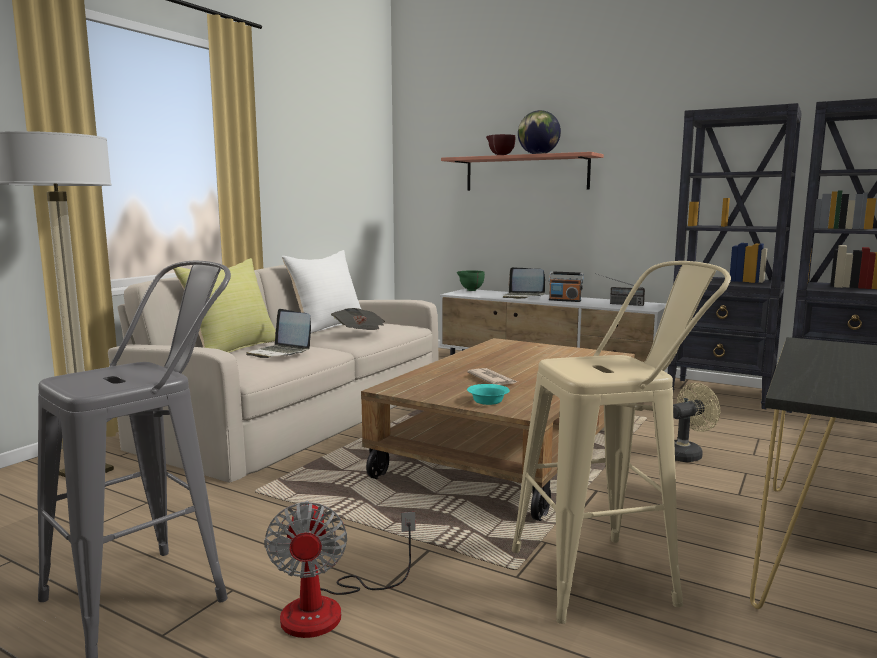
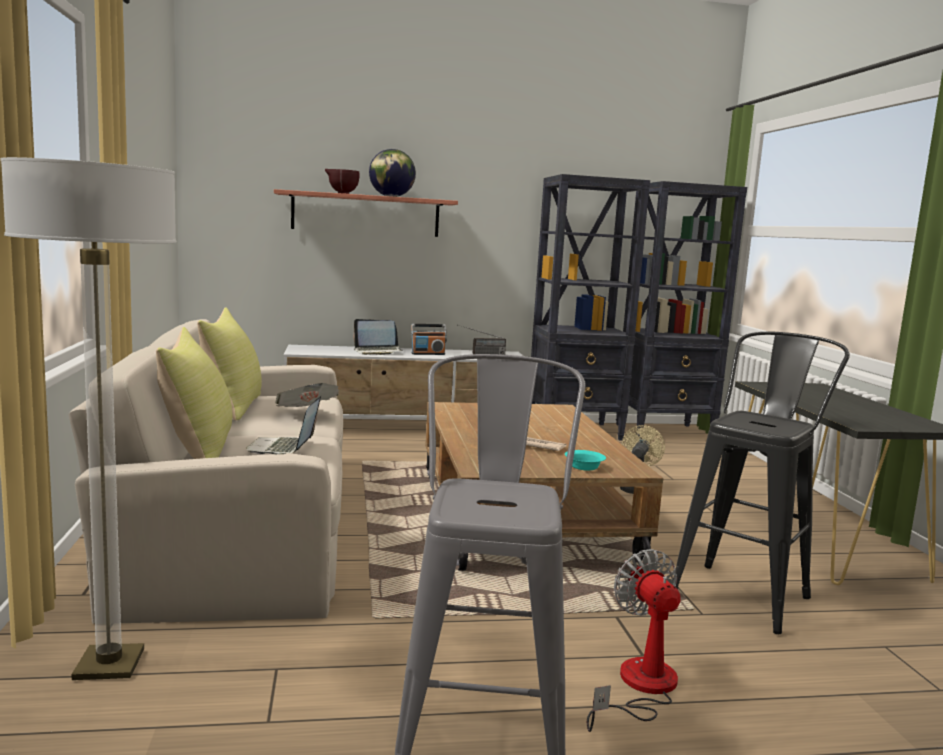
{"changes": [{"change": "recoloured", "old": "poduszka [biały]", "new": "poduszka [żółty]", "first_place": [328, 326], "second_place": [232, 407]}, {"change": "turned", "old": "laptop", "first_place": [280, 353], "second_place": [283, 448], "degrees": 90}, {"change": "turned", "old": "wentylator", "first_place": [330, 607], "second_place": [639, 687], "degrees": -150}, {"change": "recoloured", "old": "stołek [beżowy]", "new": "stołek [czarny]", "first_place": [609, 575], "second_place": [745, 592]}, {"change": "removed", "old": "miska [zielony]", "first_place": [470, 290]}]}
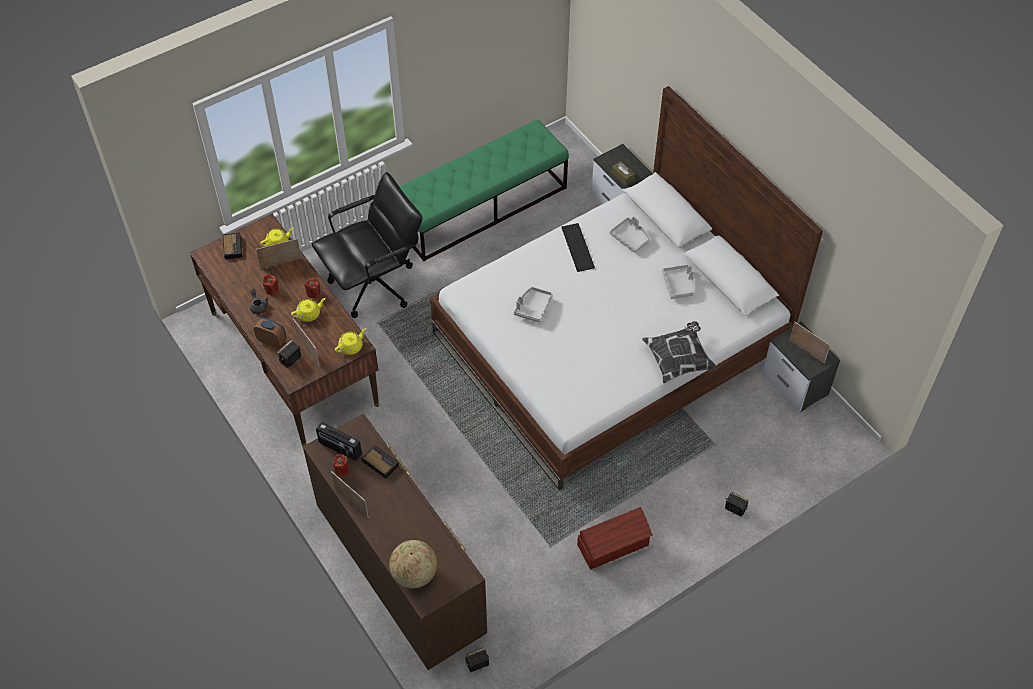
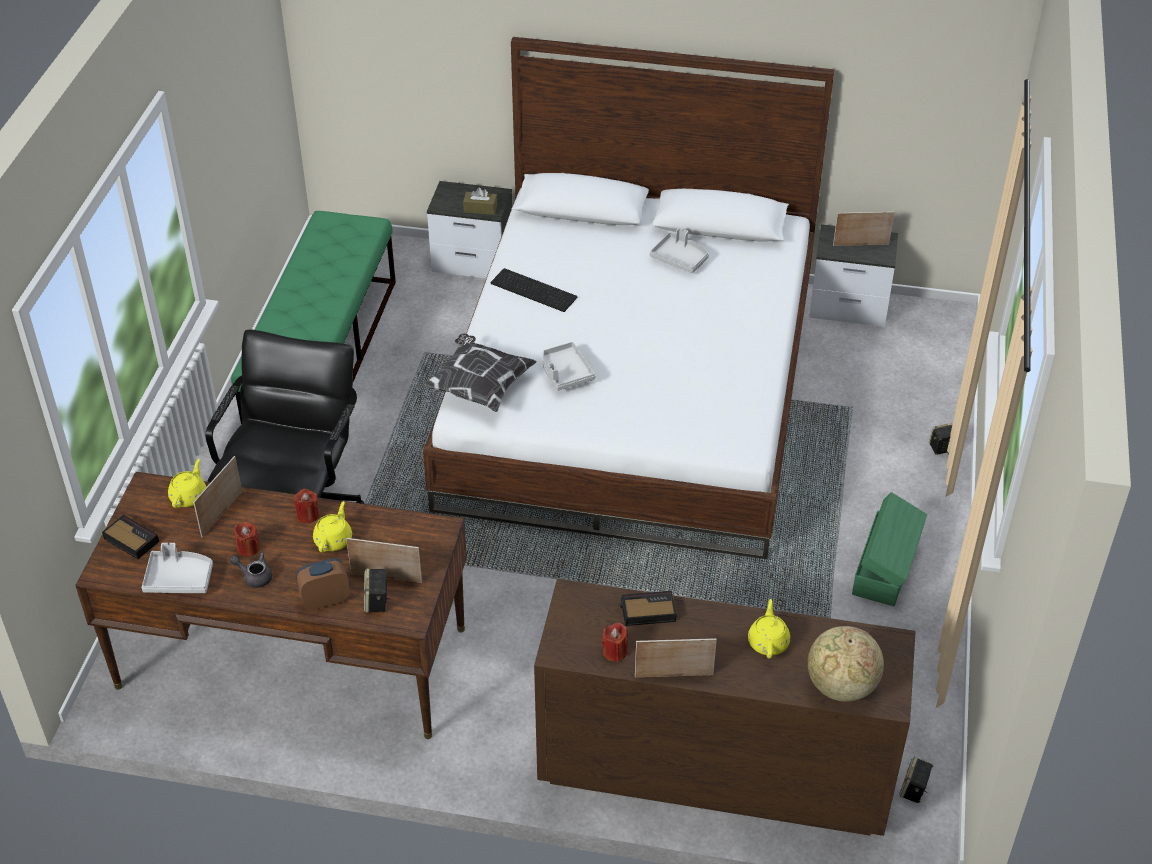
{"changes": [{"change": "moved", "old": "taca [szary]", "first_place": [630, 238], "second_place": [179, 578]}, {"change": "moved", "old": "poduszka", "first_place": [679, 360], "second_place": [479, 387]}, {"change": "moved", "old": "imbryk [żółty]", "first_place": [351, 347], "second_place": [768, 642]}, {"change": "recoloured", "old": "pojemnik do przechowywania [brązowy]", "new": "pojemnik do przechowywania [zielony]", "first_place": [614, 546], "second_place": [885, 567]}, {"change": "removed", "old": "radio", "first_place": [340, 449]}]}
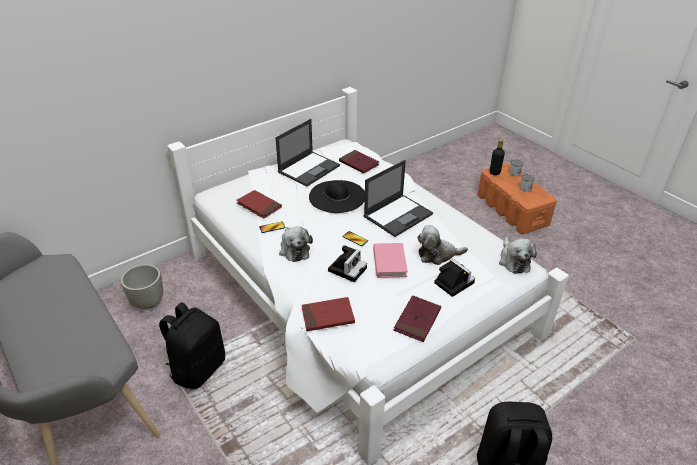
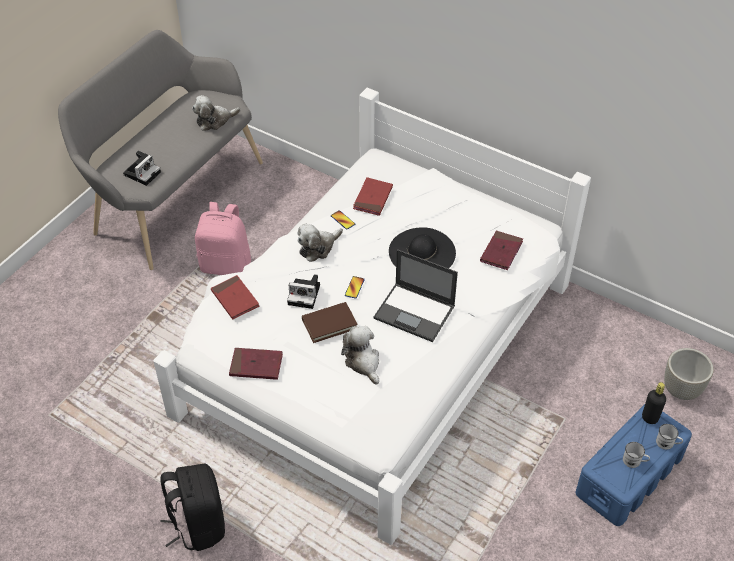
{"changes": [{"change": "moved", "old": "aparat fotograficzny", "first_place": [452, 282], "second_place": [142, 172]}, {"change": "moved", "old": "pluszak", "first_place": [513, 261], "second_place": [214, 121]}, {"change": "recoloured", "old": "plecak [czarny]", "new": "plecak [różowy]", "first_place": [198, 368], "second_place": [226, 264]}, {"change": "recoloured", "old": "książka [różowy]", "new": "książka [brązowy]", "first_place": [389, 262], "second_place": [329, 324]}, {"change": "recoloured", "old": "pojemnik do przechowywania [pomarańczowy]", "new": "pojemnik do przechowywania [niebieski]", "first_place": [512, 210], "second_place": [628, 476]}, {"change": "moved", "old": "donica [szary]", "first_place": [148, 302], "second_place": [682, 389]}, {"change": "removed", "old": "laptop", "first_place": [309, 168]}]}
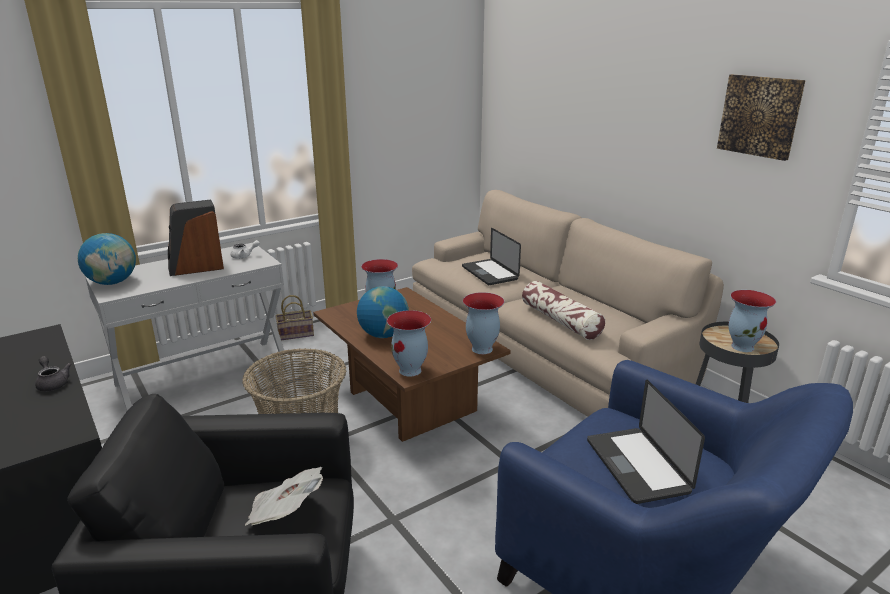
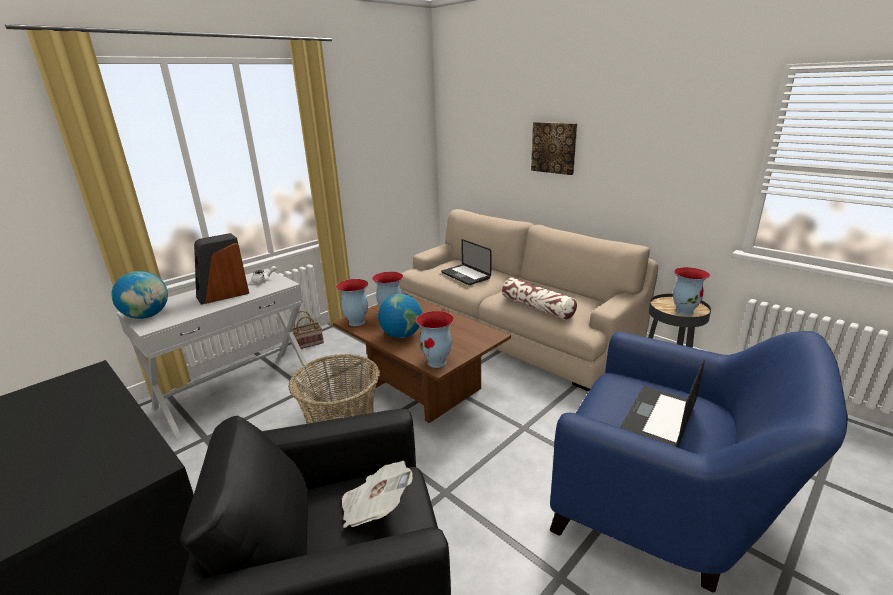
{"changes": [{"change": "moved", "old": "wazon", "first_place": [481, 349], "second_place": [356, 322]}, {"change": "moved", "old": "obraz", "first_place": [760, 116], "second_place": [554, 148]}, {"change": "turned", "old": "laptop", "first_place": [637, 466], "second_place": [658, 418], "degrees": 60}, {"change": "removed", "old": "imbryk [szary]", "first_place": [53, 383]}]}
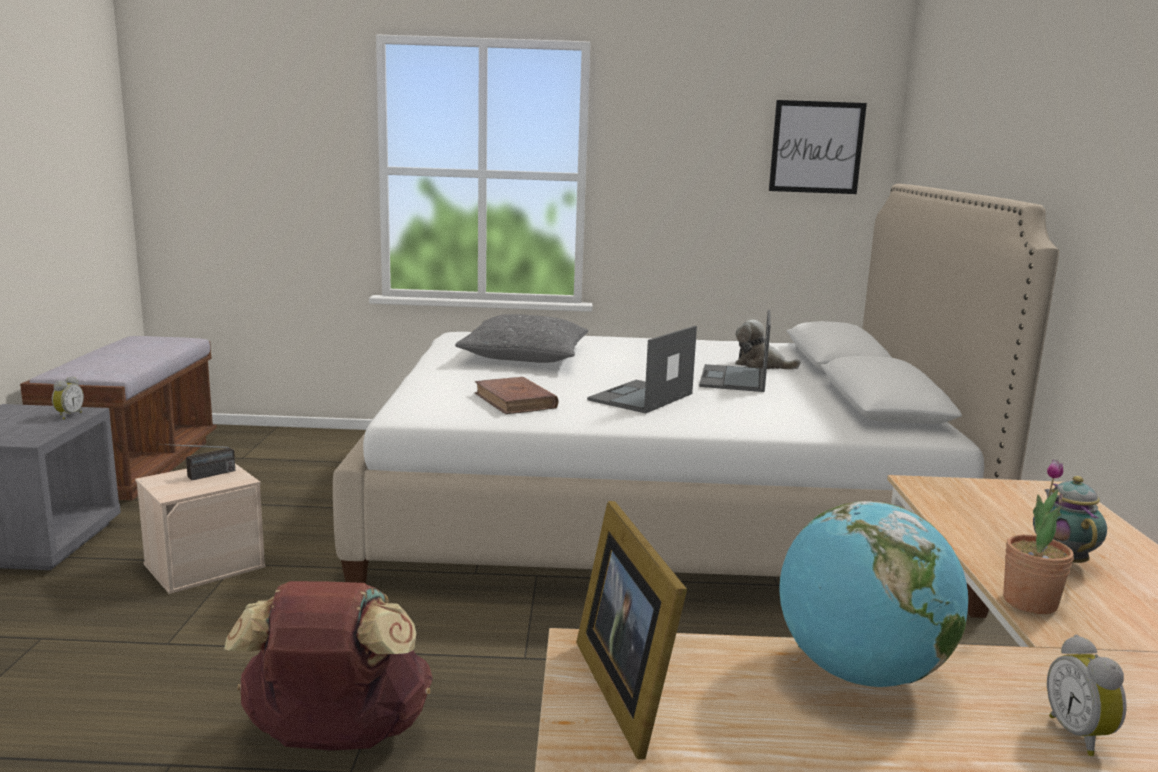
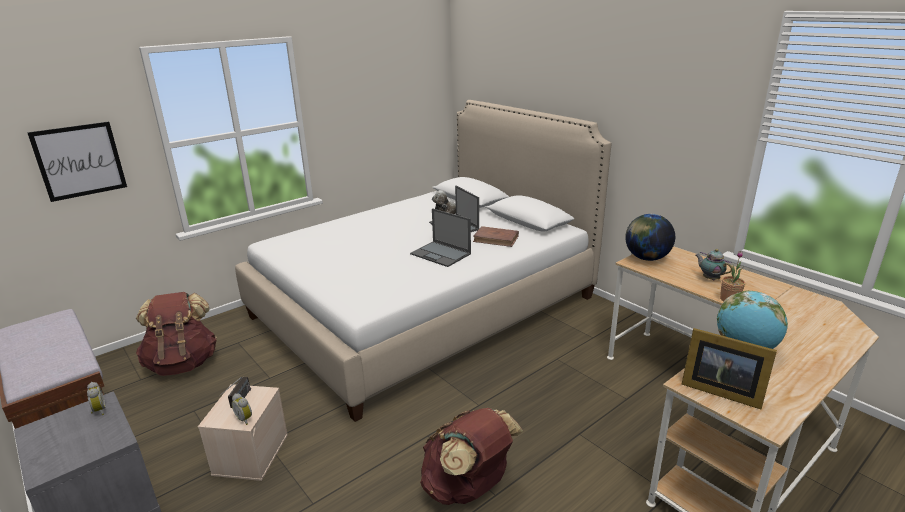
{"changes": [{"change": "moved", "old": "obraz", "first_place": [816, 147], "second_place": [79, 161]}, {"change": "added", "new": "plecak [brązowy]", "second_place": [183, 363]}, {"change": "moved", "old": "budzik", "first_place": [1081, 736], "second_place": [245, 419]}, {"change": "turned", "old": "laptop", "first_place": [640, 397], "second_place": [441, 254], "degrees": -45}, {"change": "moved", "old": "książka [brązowy]", "first_place": [515, 401], "second_place": [496, 239]}, {"change": "added", "new": "globus", "second_place": [646, 258]}, {"change": "removed", "old": "poduszka [szary]", "first_place": [525, 355]}]}
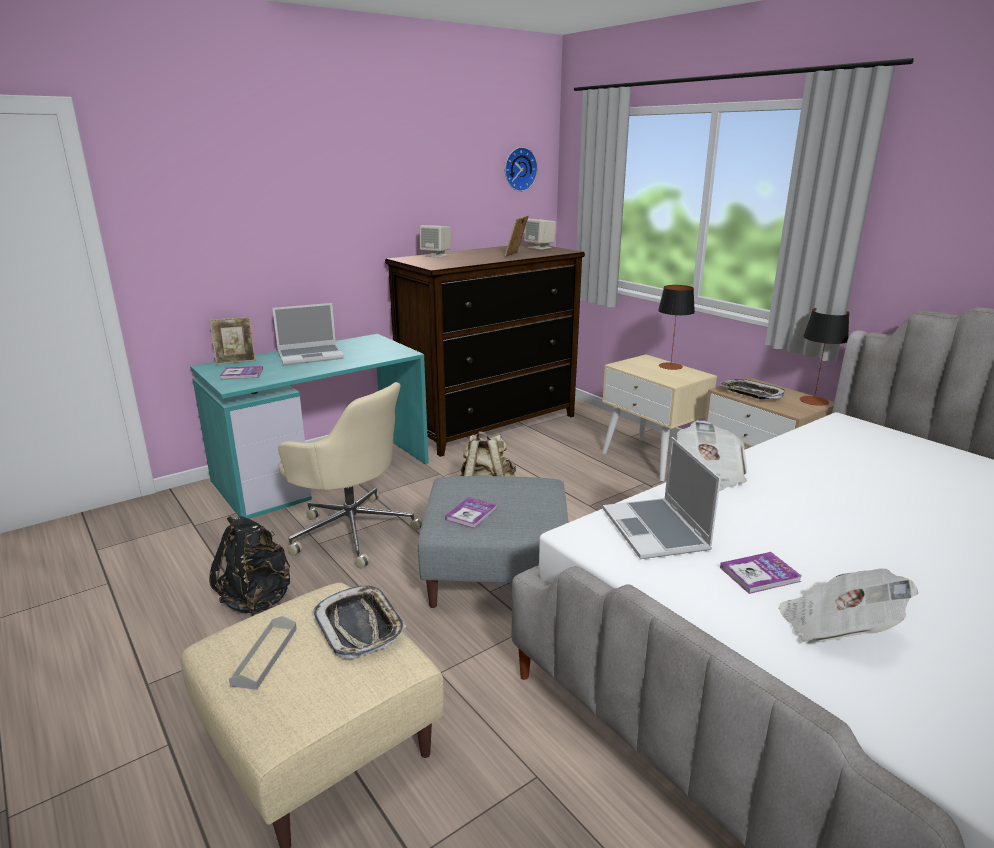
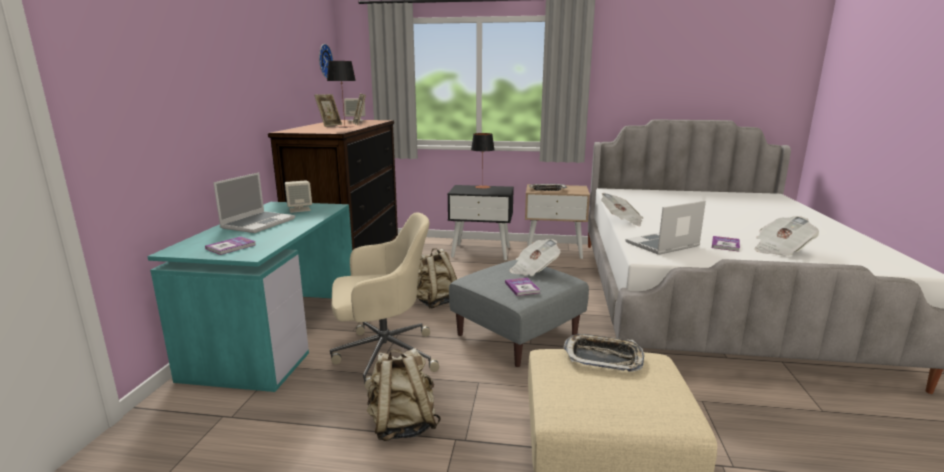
{"changes": [{"change": "moved", "old": "głośnik [beżowy]", "first_place": [436, 255], "second_place": [300, 209]}, {"change": "moved", "old": "ramka na zdjęcie", "first_place": [236, 361], "second_place": [329, 125]}, {"change": "moved", "old": "lampa stołowa", "first_place": [813, 401], "second_place": [344, 127]}, {"change": "recoloured", "old": "plecak [czarny]", "new": "plecak [beżowy]", "first_place": [258, 599], "second_place": [402, 425]}, {"change": "recoloured", "old": "szafka nocna [beżowy]", "new": "szafka nocna [czarny]", "first_place": [651, 458], "second_place": [481, 252]}, {"change": "added", "new": "gazeta", "second_place": [533, 270]}, {"change": "turned", "old": "laptop", "first_place": [656, 531], "second_place": [662, 245], "degrees": 120}, {"change": "removed", "old": "taca [szary]", "first_place": [265, 656]}]}
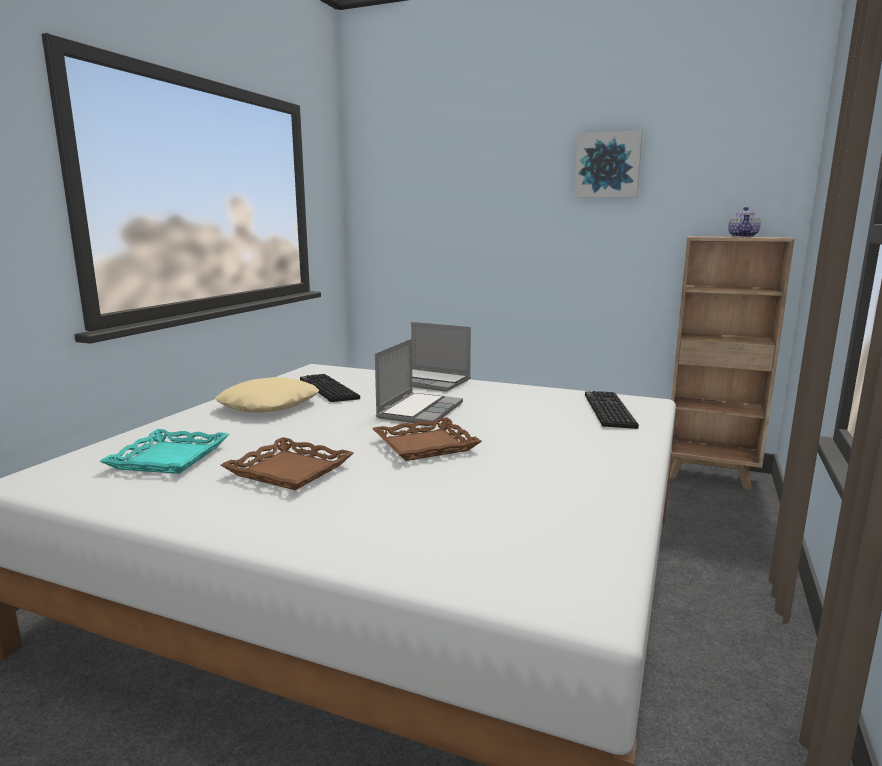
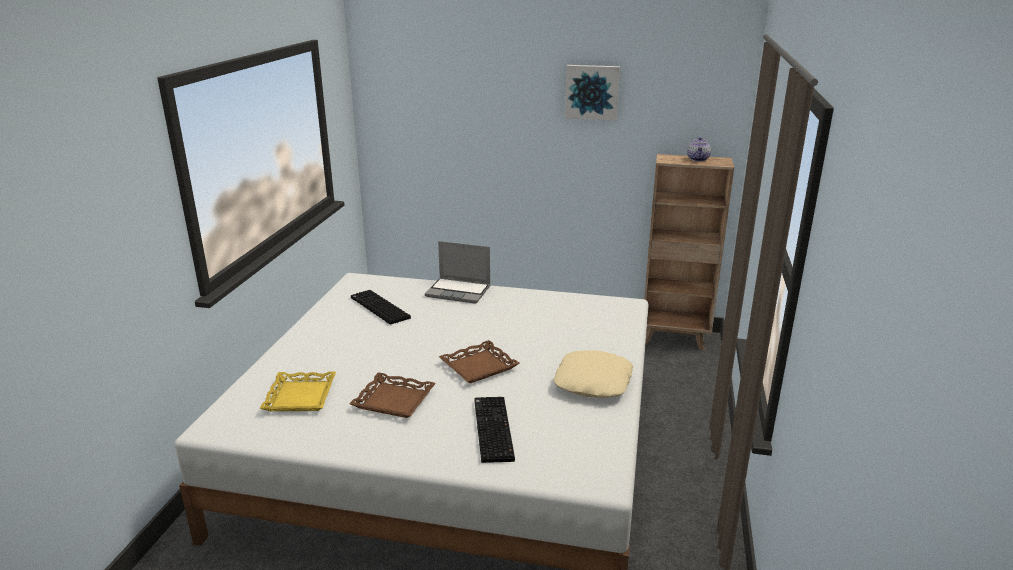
{"changes": [{"change": "recoloured", "old": "taca [turkusowy]", "new": "taca [żółty]", "first_place": [170, 458], "second_place": [301, 396]}, {"change": "moved", "old": "klawiatura", "first_place": [607, 410], "second_place": [491, 429]}, {"change": "moved", "old": "poduszka [beżowy]", "first_place": [268, 405], "second_place": [592, 382]}, {"change": "removed", "old": "laptop", "first_place": [419, 410]}]}
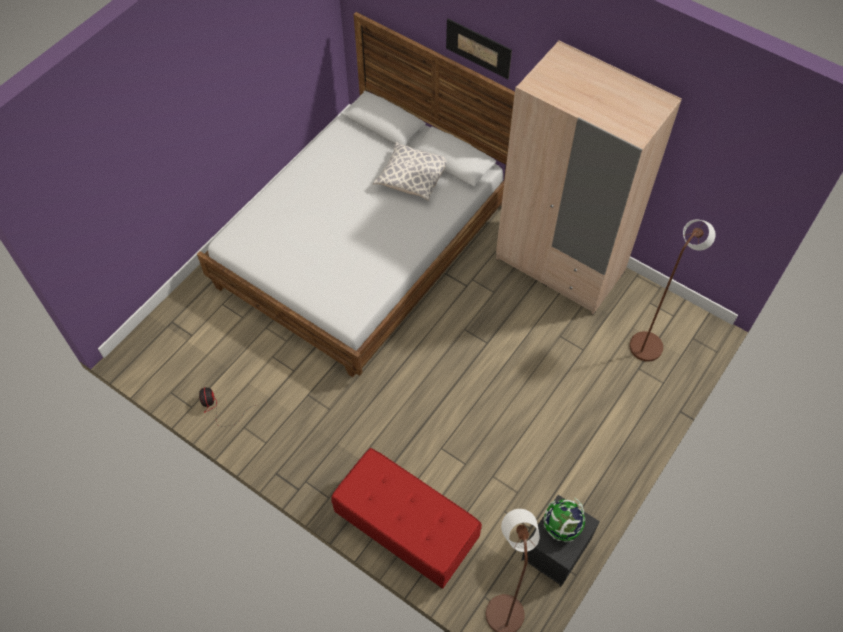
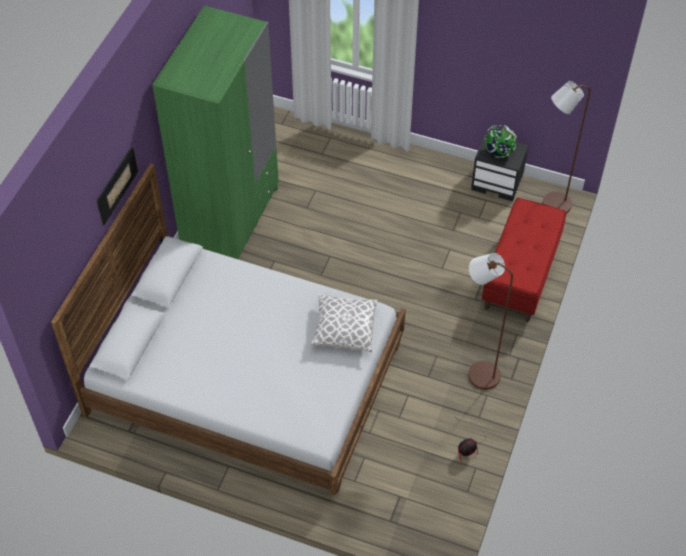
{"changes": [{"change": "recoloured", "old": "szafa [beżowy]", "new": "szafa [zielony]", "first_place": [560, 265], "second_place": [231, 218]}, {"change": "moved", "old": "poduszka", "first_place": [411, 179], "second_place": [344, 330]}, {"change": "moved", "old": "lampa stojąca [brązowy]", "first_place": [649, 342], "second_place": [478, 373]}]}
